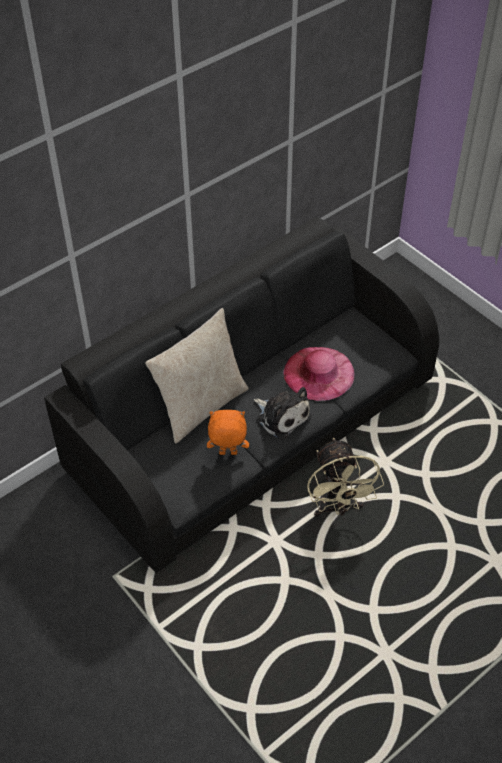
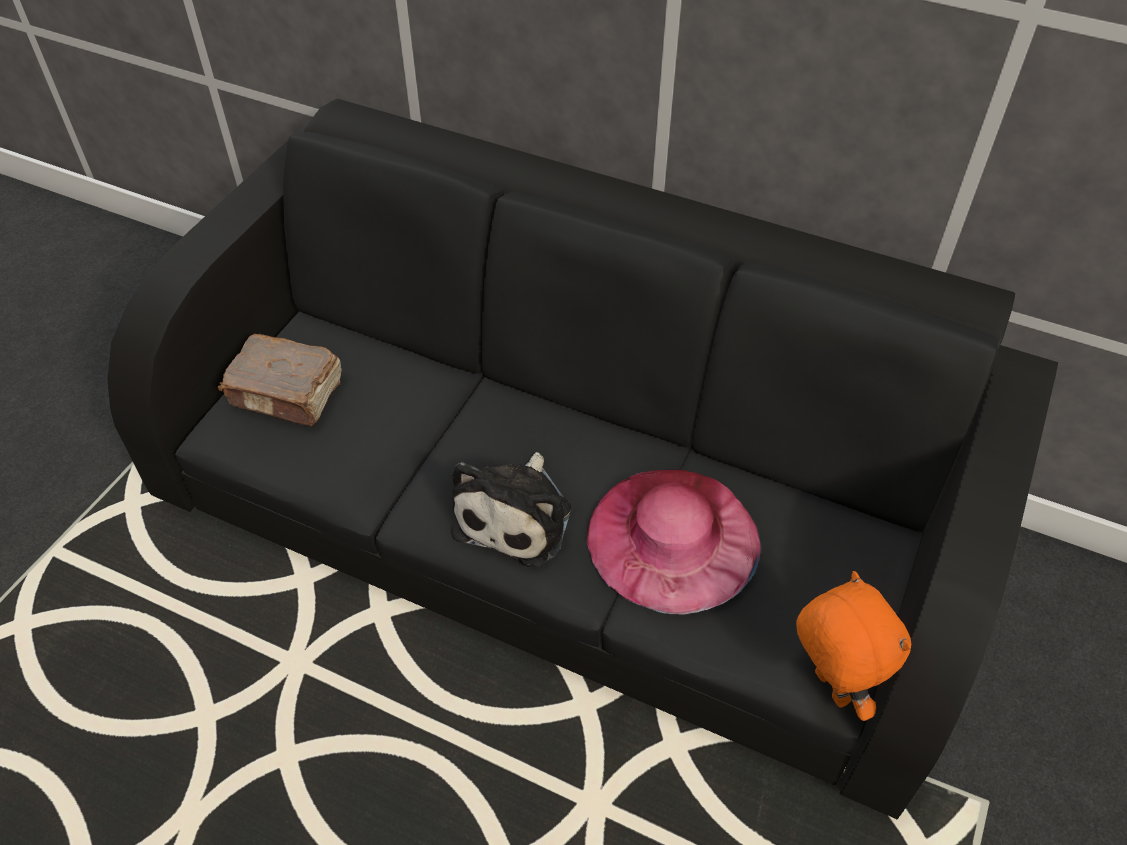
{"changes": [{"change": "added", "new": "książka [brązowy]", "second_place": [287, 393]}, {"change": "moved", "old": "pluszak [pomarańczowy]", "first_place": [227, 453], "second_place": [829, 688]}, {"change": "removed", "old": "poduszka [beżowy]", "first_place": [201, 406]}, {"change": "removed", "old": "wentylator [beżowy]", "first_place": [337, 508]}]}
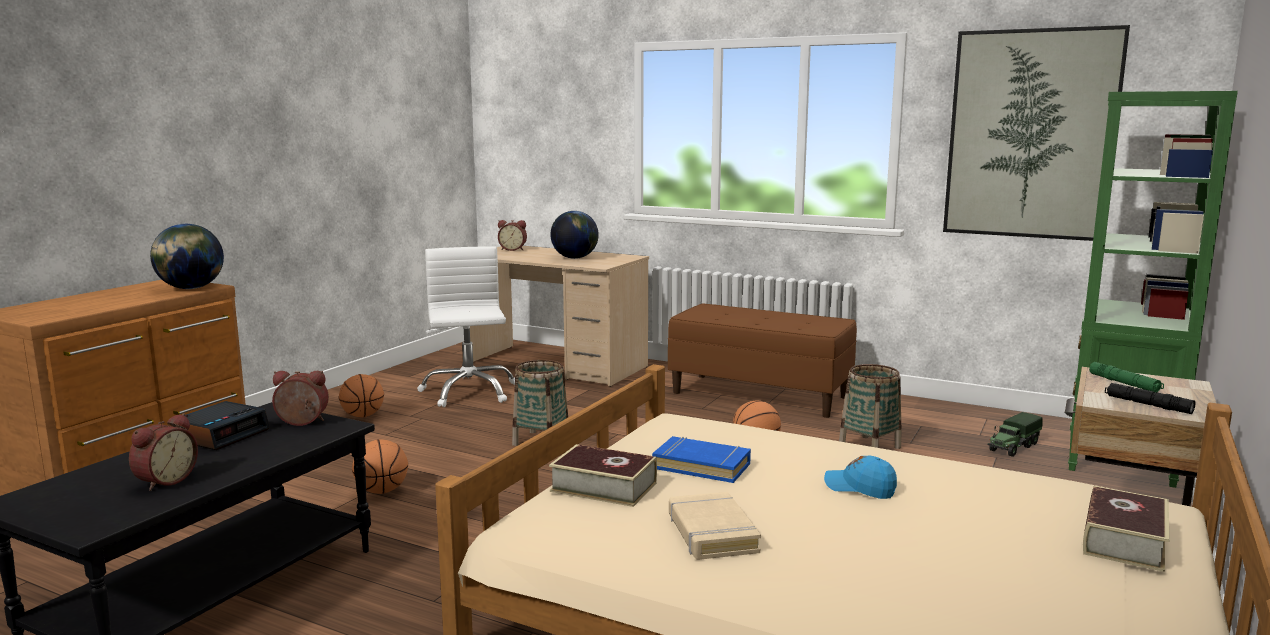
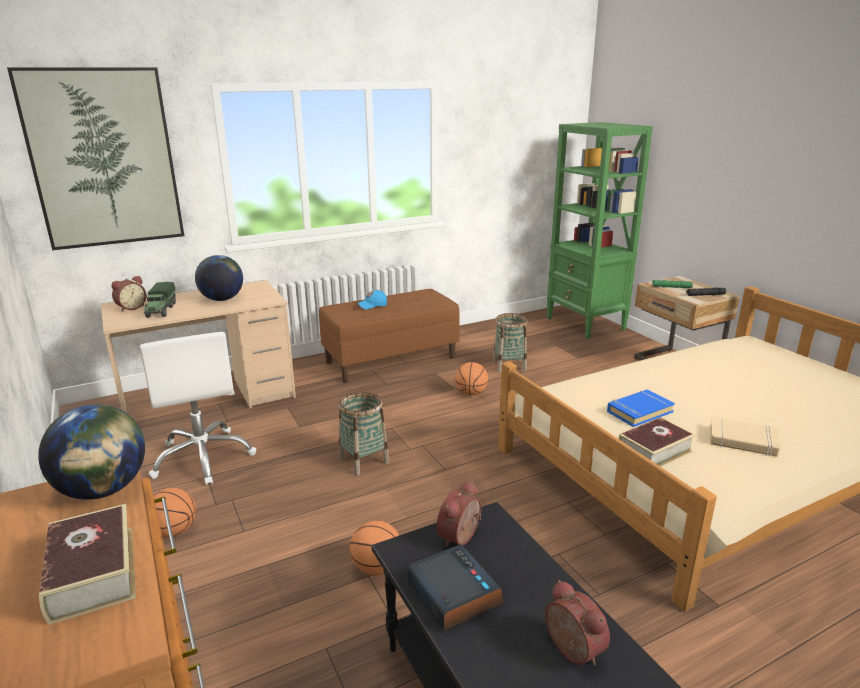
{"changes": [{"change": "moved", "old": "obraz", "first_place": [1031, 134], "second_place": [104, 159]}, {"change": "moved", "old": "książka", "first_place": [1124, 540], "second_place": [93, 572]}, {"change": "turned", "old": "krzesło biurowe [biały]", "first_place": [468, 392], "second_place": [203, 457], "degrees": -135}, {"change": "moved", "old": "ciężarówka zabawkowa", "first_place": [1013, 447], "second_place": [161, 310]}, {"change": "moved", "old": "czapka z daszkiem [niebieski]", "first_place": [860, 488], "second_place": [372, 305]}]}
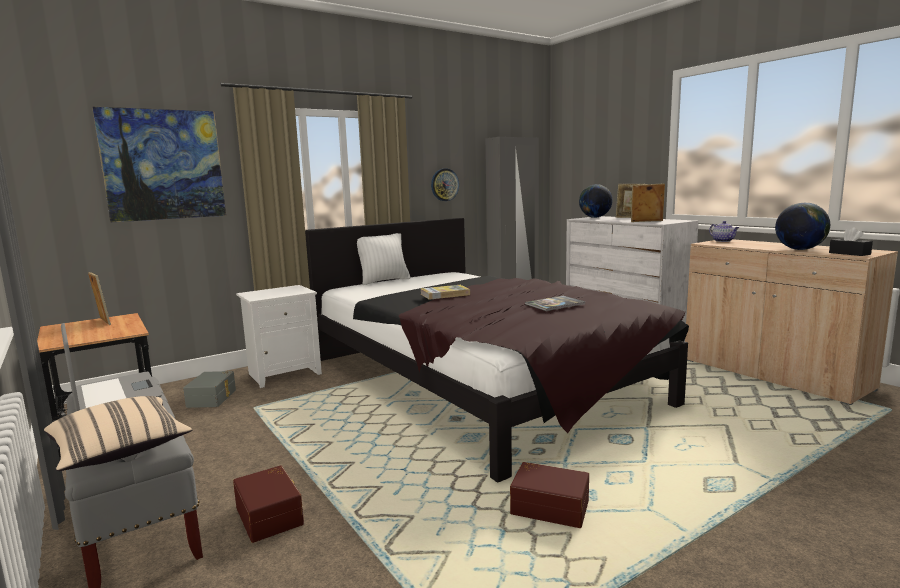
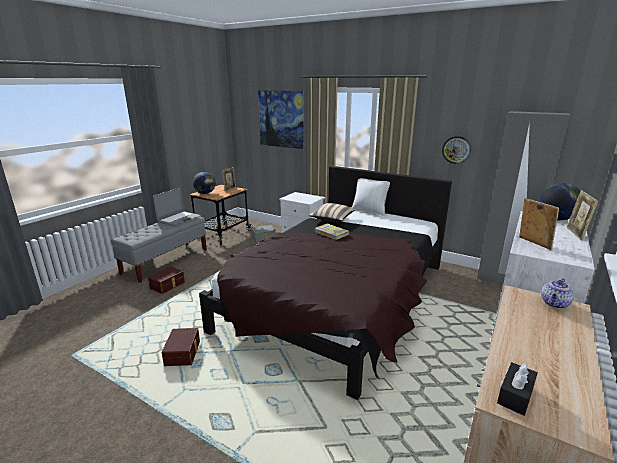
{"changes": [{"change": "moved", "old": "globus", "first_place": [799, 249], "second_place": [205, 193]}, {"change": "moved", "old": "poduszka [beżowy]", "first_place": [120, 451], "second_place": [331, 219]}, {"change": "removed", "old": "książka", "first_place": [555, 304]}]}
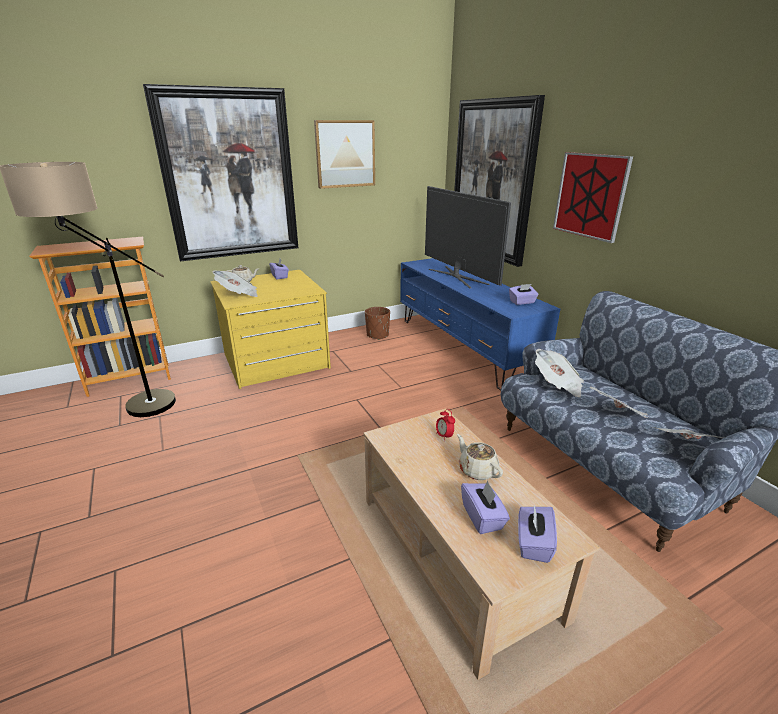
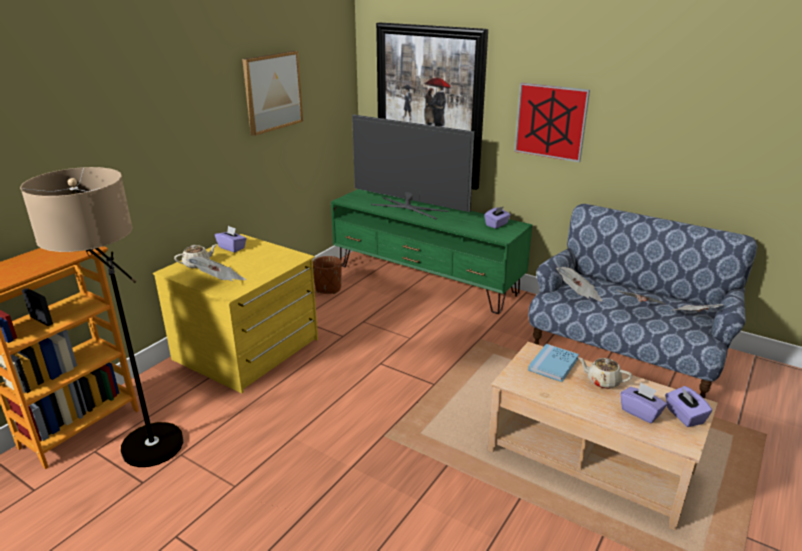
{"changes": [{"change": "recoloured", "old": "szafka pod telewizor [niebieski]", "new": "szafka pod telewizor [zielony]", "first_place": [464, 347], "second_place": [426, 279]}, {"change": "replaced", "old": "budzik", "new": "książka [niebieski]", "first_place": [444, 436], "second_place": [553, 364]}, {"change": "removed", "old": "obraz", "first_place": [229, 176]}]}
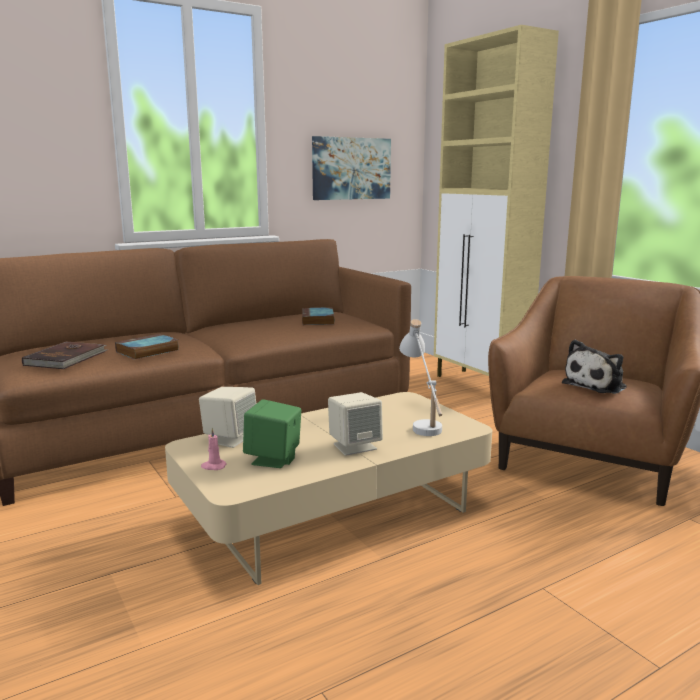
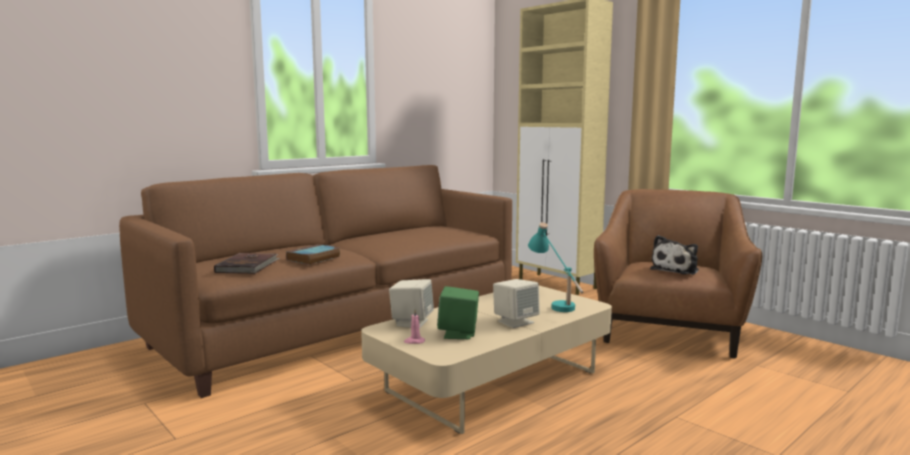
{"changes": [{"change": "recoloured", "old": "lampa stołowa [biały]", "new": "lampa stołowa [turkusowy]", "first_place": [422, 422], "second_place": [555, 303]}, {"change": "removed", "old": "książka", "first_place": [318, 320]}, {"change": "removed", "old": "obraz", "first_place": [351, 168]}]}
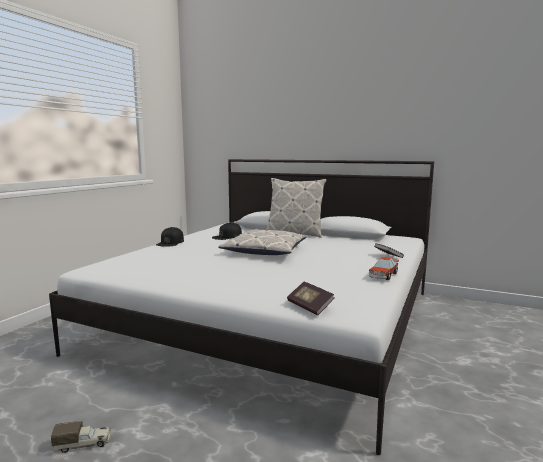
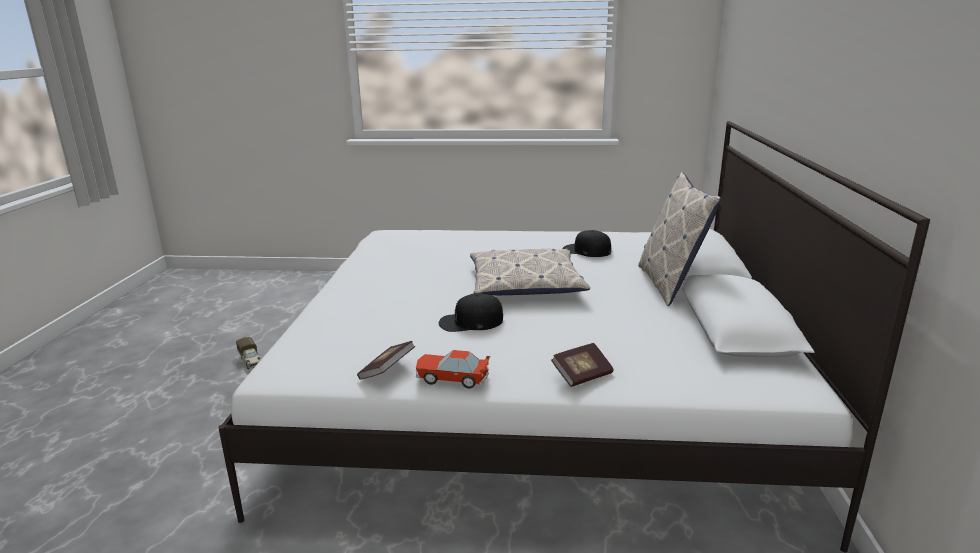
{"changes": [{"change": "moved", "old": "książka", "first_place": [310, 306], "second_place": [387, 371]}, {"change": "moved", "old": "czapka z daszkiem [czarny]", "first_place": [170, 242], "second_place": [471, 321]}]}
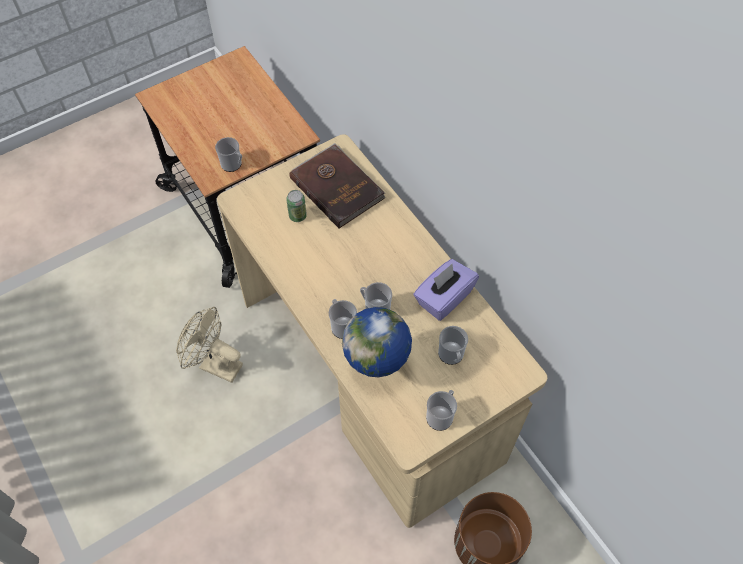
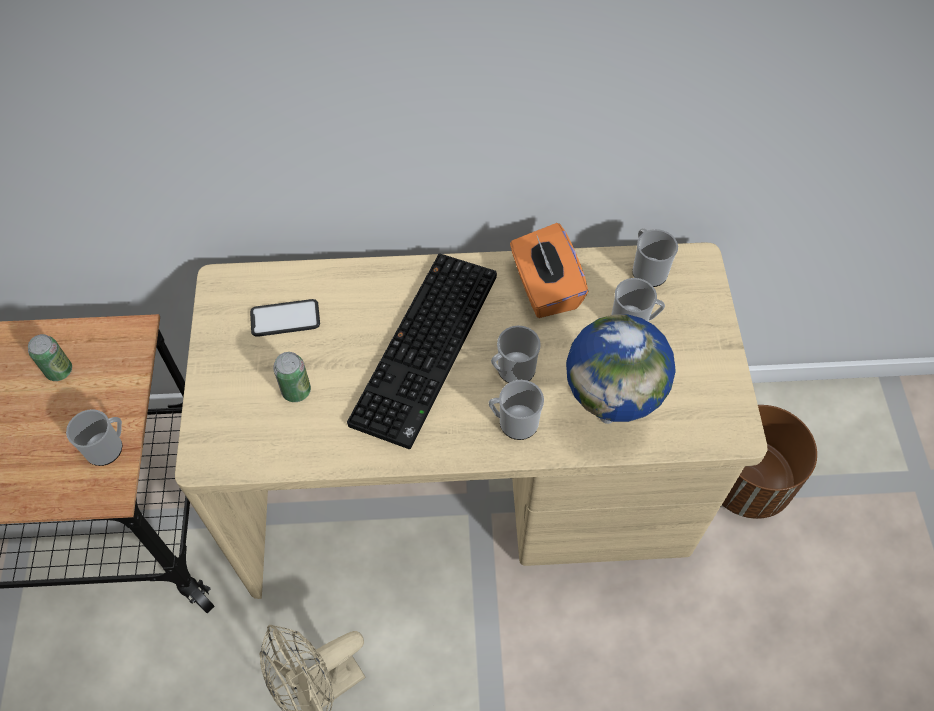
{"changes": [{"change": "added", "new": "puszka", "second_place": [59, 371]}, {"change": "replaced", "old": "książka [brązowy]", "new": "telefon", "first_place": [337, 187], "second_place": [285, 318]}, {"change": "added", "new": "klawiatura", "second_place": [428, 351]}, {"change": "recoloured", "old": "pudełko chusteczek [fioletowy]", "new": "pudełko chusteczek [pomarańczowy]", "first_place": [443, 298], "second_place": [545, 288]}, {"change": "moved", "old": "kubek", "first_place": [441, 415], "second_place": [647, 269]}]}
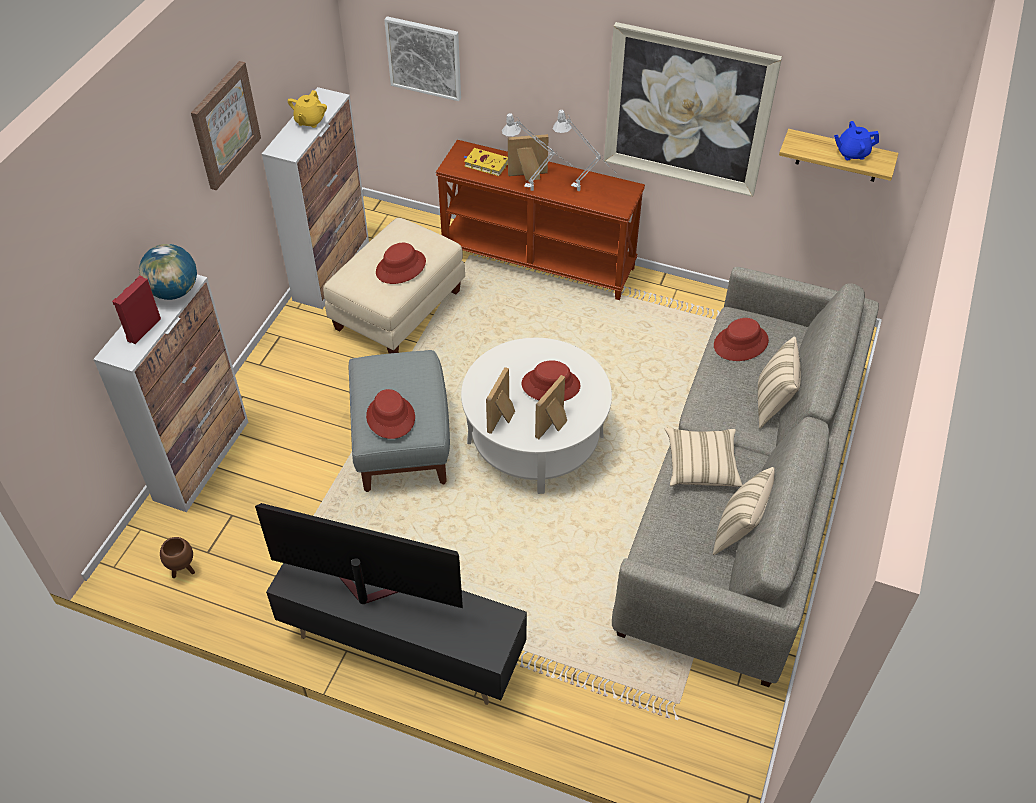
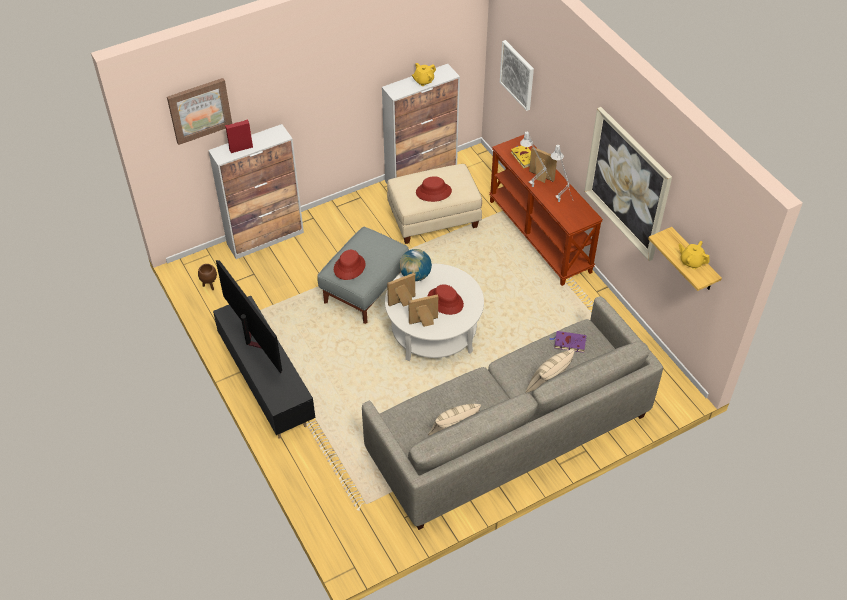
{"changes": [{"change": "moved", "old": "obraz", "first_place": [224, 125], "second_place": [199, 110]}, {"change": "moved", "old": "globus", "first_place": [174, 291], "second_place": [415, 275]}, {"change": "replaced", "old": "kapelusz [czerwony]", "new": "książka [fioletowy]", "first_place": [741, 343], "second_place": [568, 343]}, {"change": "recoloured", "old": "imbryk [niebieski]", "new": "imbryk [żółty]", "first_place": [852, 153], "second_place": [691, 262]}, {"change": "removed", "old": "poduszka [beżowy]", "first_place": [701, 466]}]}
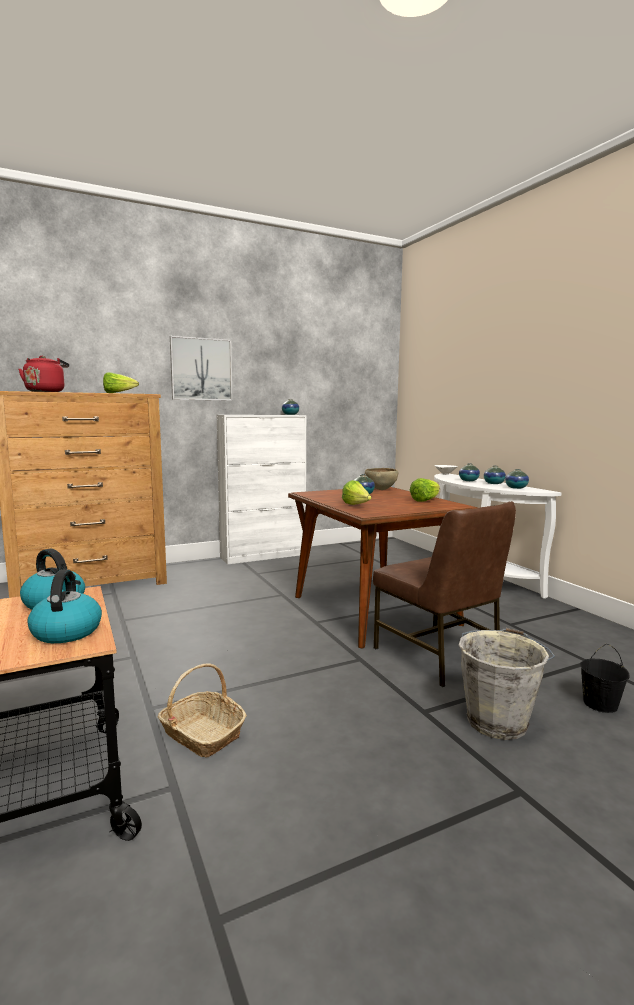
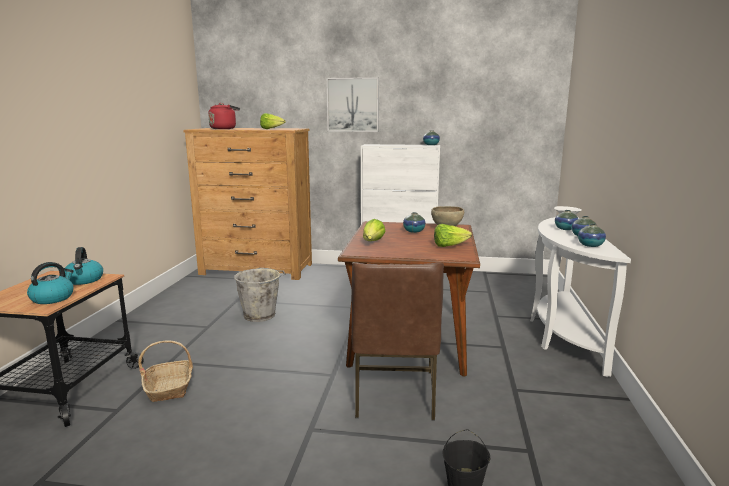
{"changes": [{"change": "moved", "old": "wiadro [szary]", "first_place": [497, 721], "second_place": [261, 315]}]}
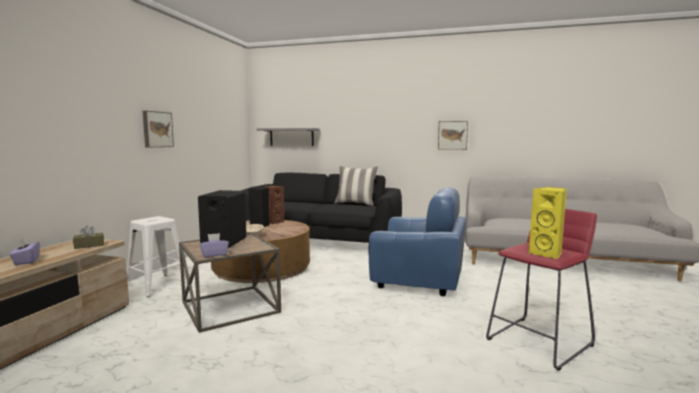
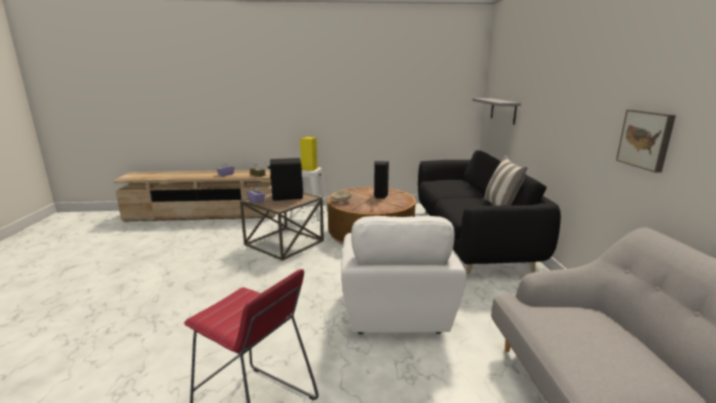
{"changes": [{"change": "moved", "old": "głośnik [żółty]", "first_place": [547, 254], "second_place": [309, 169]}, {"change": "recoloured", "old": "fotel [niebieski]", "new": "fotel [biały]", "first_place": [419, 281], "second_place": [395, 311]}, {"change": "removed", "old": "obraz", "first_place": [157, 129]}, {"change": "removed", "old": "głośnik [brązowy]", "first_place": [274, 222]}]}
